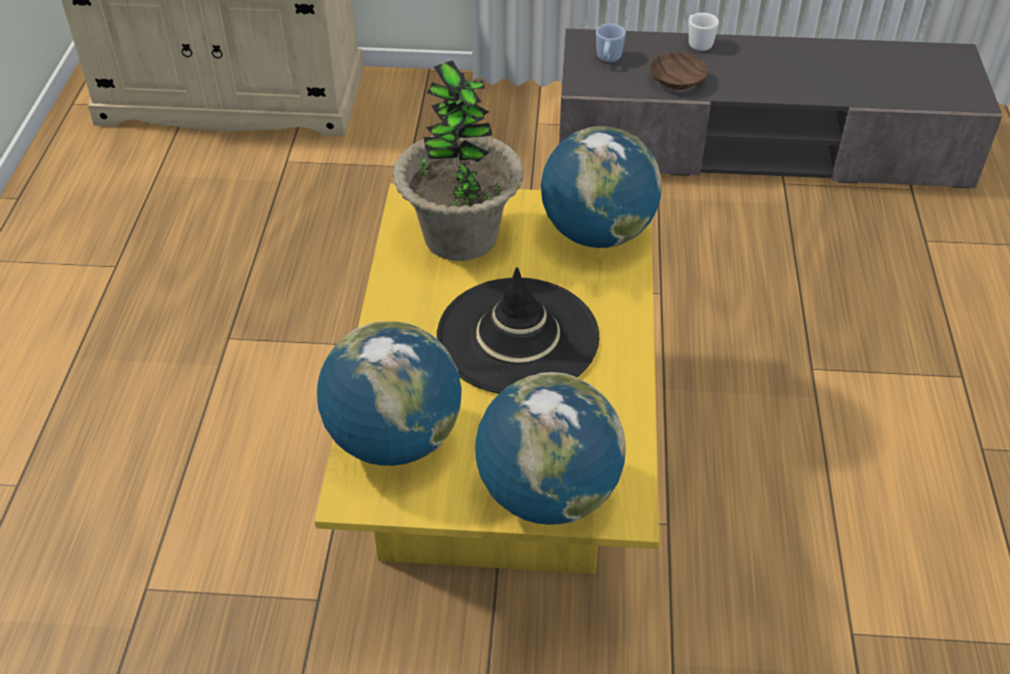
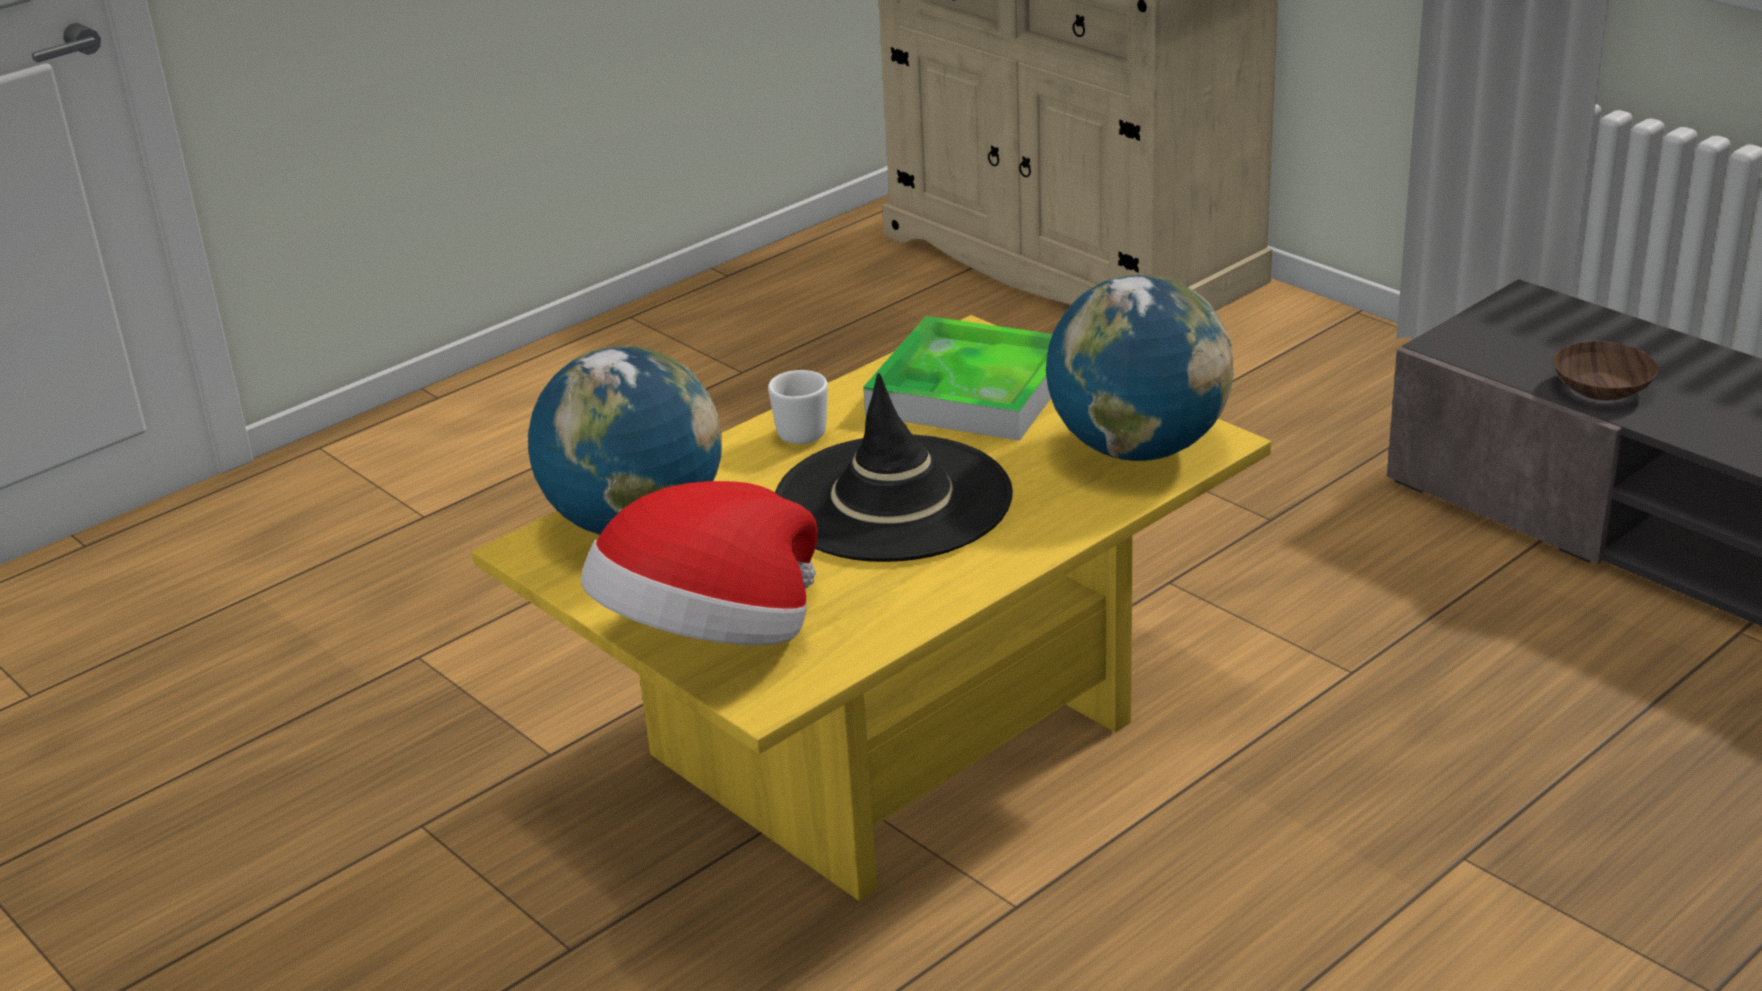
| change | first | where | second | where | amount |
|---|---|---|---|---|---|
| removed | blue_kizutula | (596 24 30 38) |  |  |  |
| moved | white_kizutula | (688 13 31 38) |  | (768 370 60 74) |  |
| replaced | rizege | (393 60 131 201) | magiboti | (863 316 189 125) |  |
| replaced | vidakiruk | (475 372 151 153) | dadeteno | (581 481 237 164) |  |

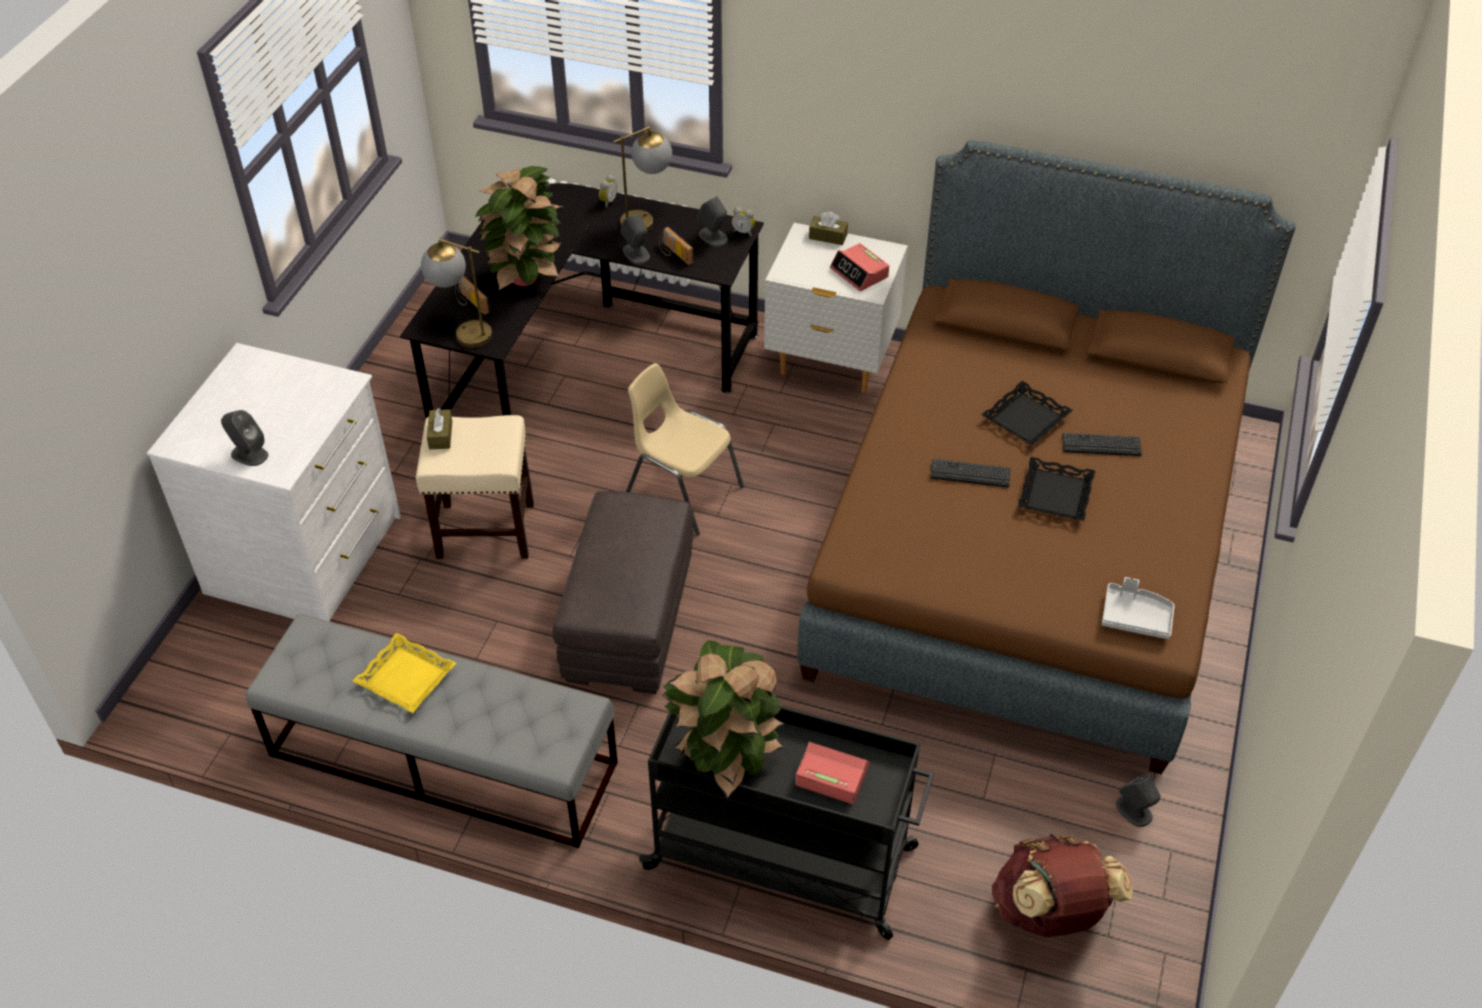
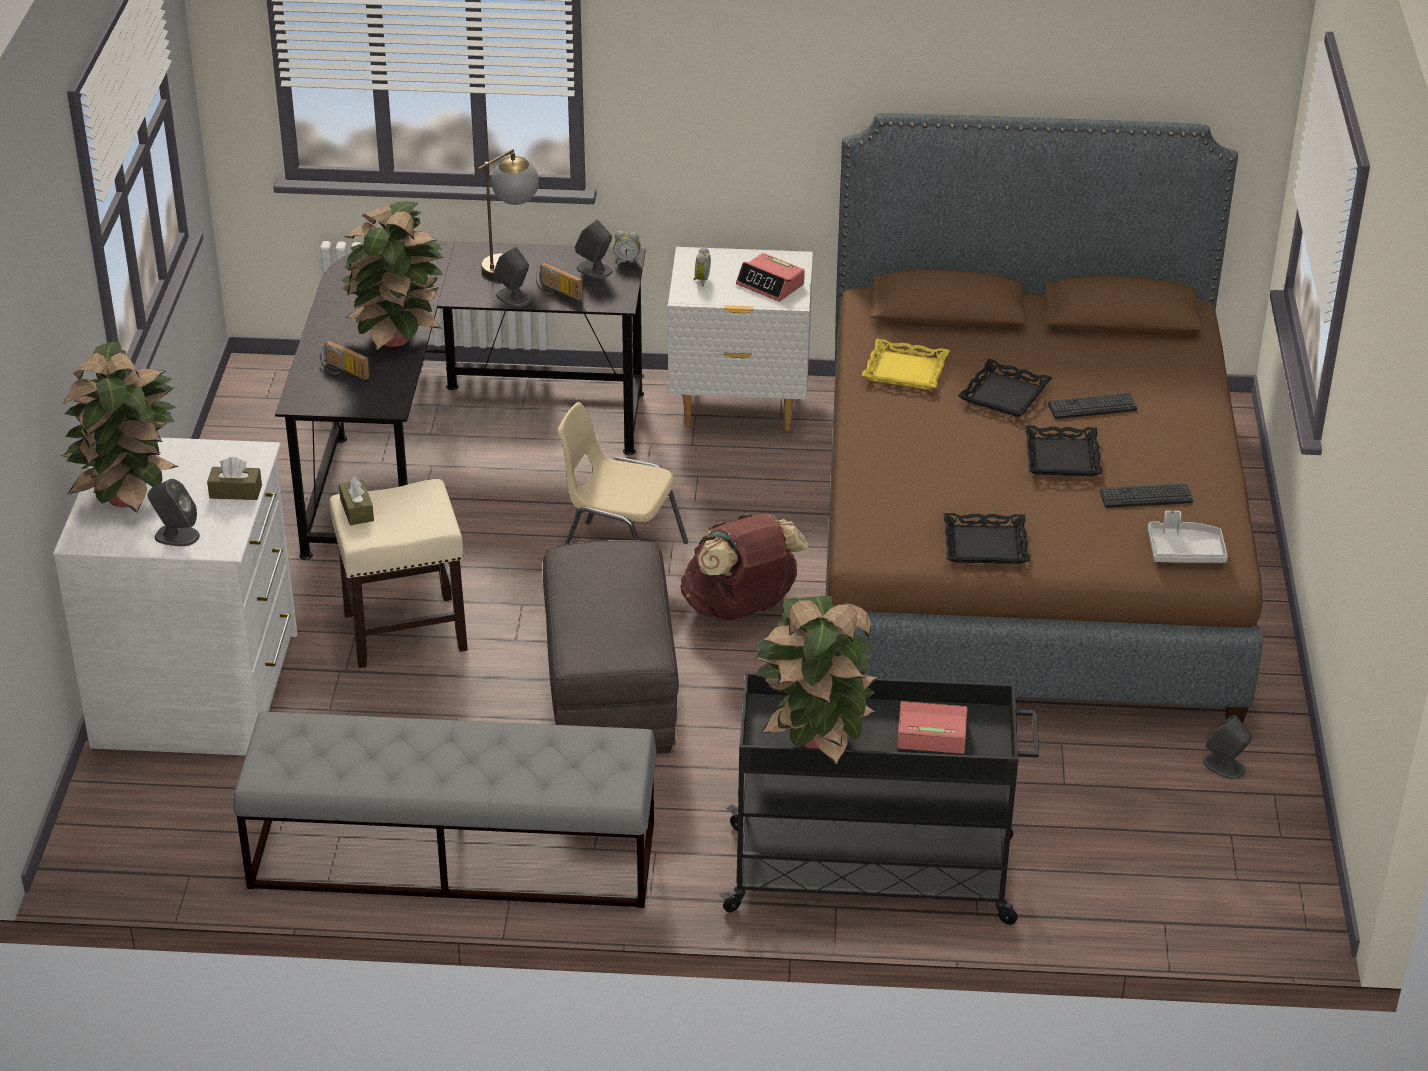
| change | first | where | second | where | amount |
|---|---|---|---|---|---|
| removed | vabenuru | (421 238 71 110) |  |  |  |
| added |  |  | rizege | (61 341 117 172) |  |
| added |  |  | black_magiboti | (943 513 87 51) |  |
| moved | yellow_magiboti | (352 633 104 80) |  | (861 339 89 51) |  |
| moved | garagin | (599 174 18 34) |  | (693 247 18 39) |  |
| moved | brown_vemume | (809 211 39 34) |  | (207 457 55 43) |  |
| moved | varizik | (930 459 81 28) |  | (1100 483 93 25) |  |
| moved | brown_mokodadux | (992 834 141 103) |  | (680 514 129 107) |  |

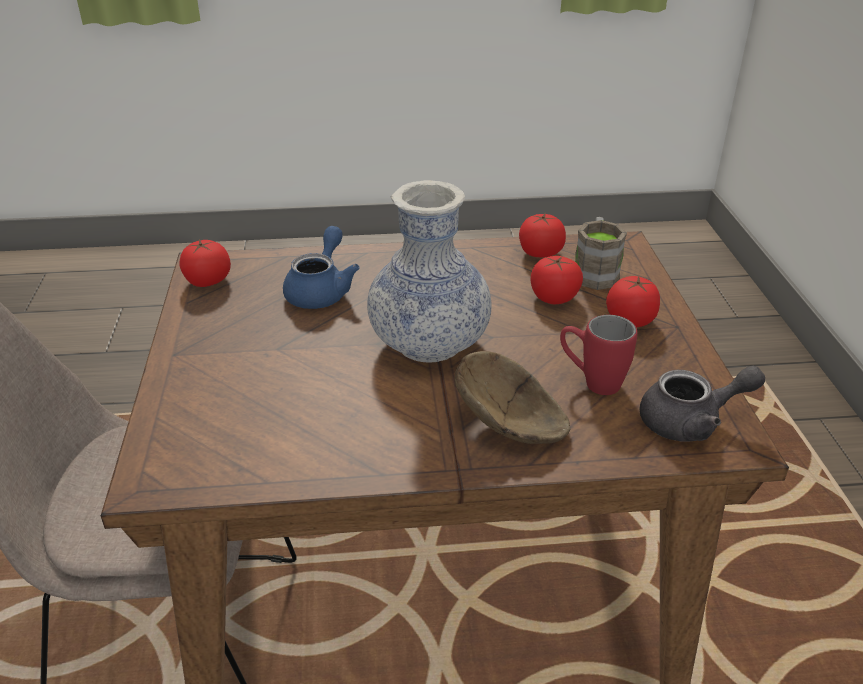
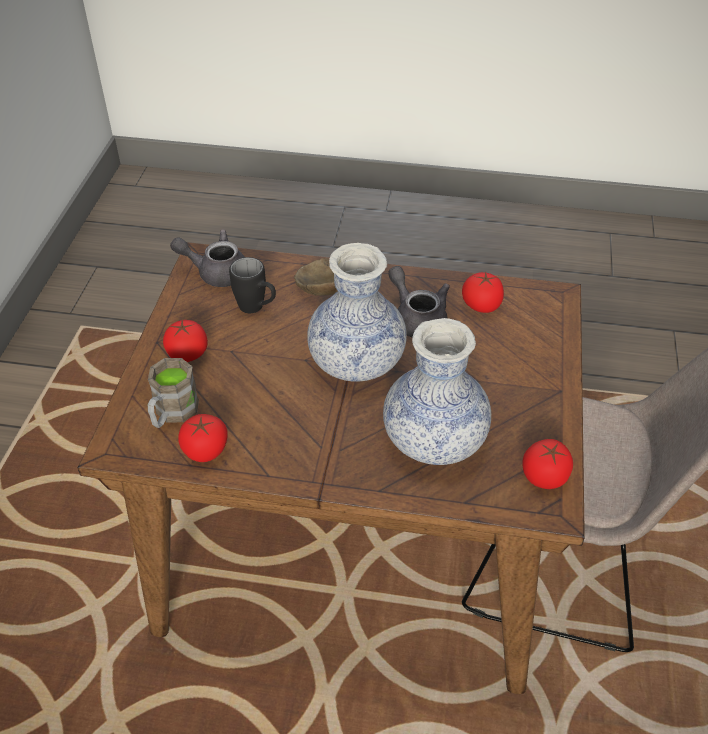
| change | first | where | second | where | amount |
|---|---|---|---|---|---|
| added |  |  | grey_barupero | (388 266 62 71) |  |
| moved | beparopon | (531 256 52 48) |  | (462 271 42 42) |  |
| replaced | blue_barupero | (283 226 77 83) | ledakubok | (383 318 108 147) |  |
| recoloured | red_kizutula | (560 315 77 80) | black_kizutula | (229 257 47 56) |  |

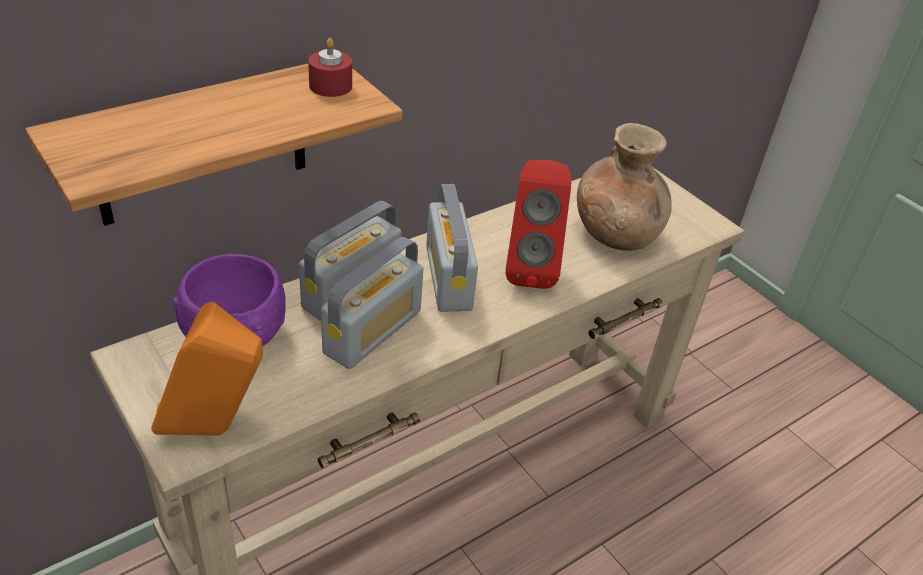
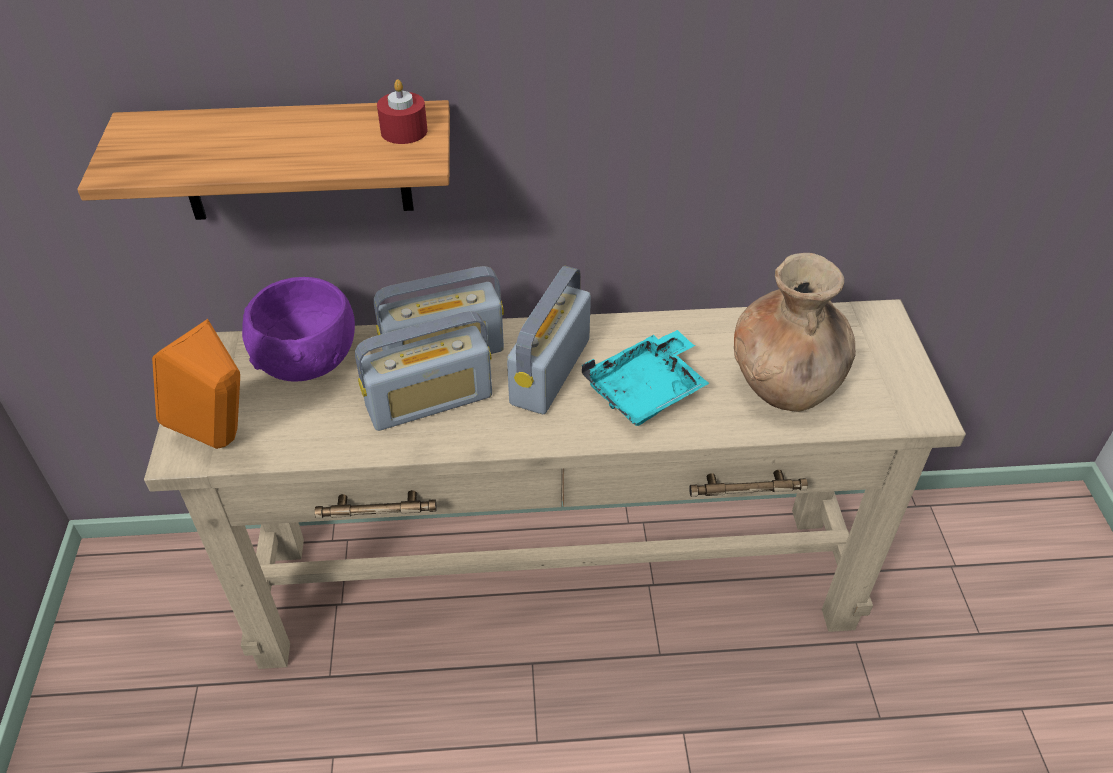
| change | first | where | second | where | amount |
|---|---|---|---|---|---|
| replaced | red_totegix | (505 160 66 129) | turquoise_magiboti | (582 330 127 96) |  |

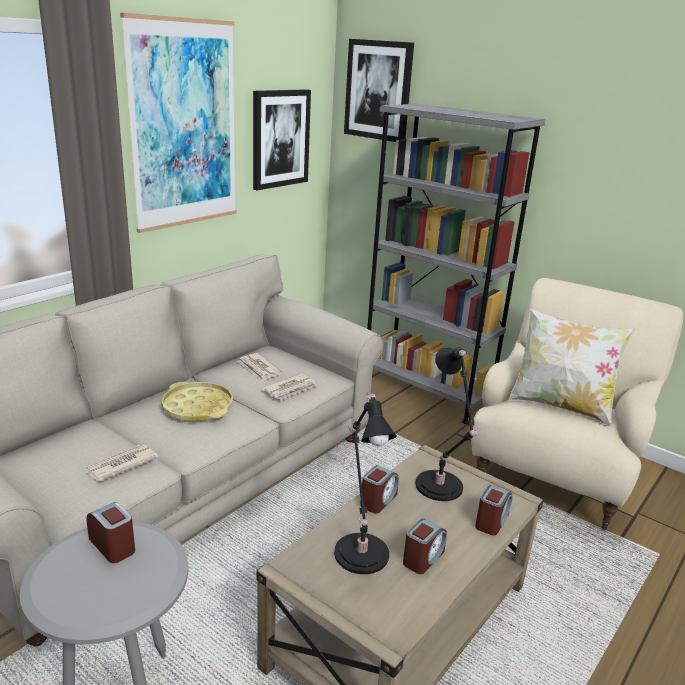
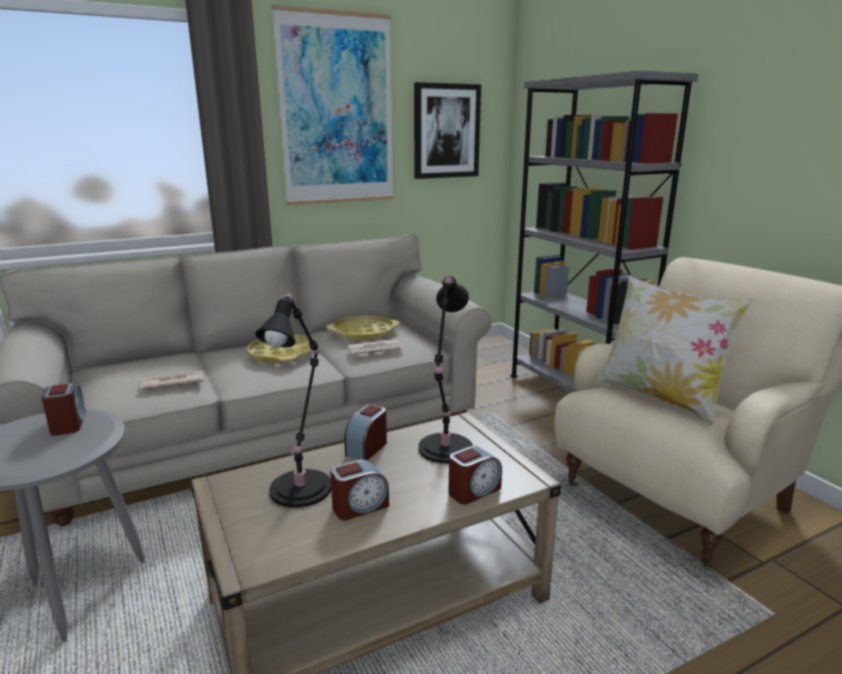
| change | first | where | second | where | amount |
|---|---|---|---|---|---|
| removed | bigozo | (344 39 70 103) |  |  |  |
| replaced | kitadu | (237 353 45 29) | yellow_magiboti | (326 315 74 26) |  |
| turned | garagin | (360 465 39 48) |  | (344 405 43 56) | 150 degrees clockwise |

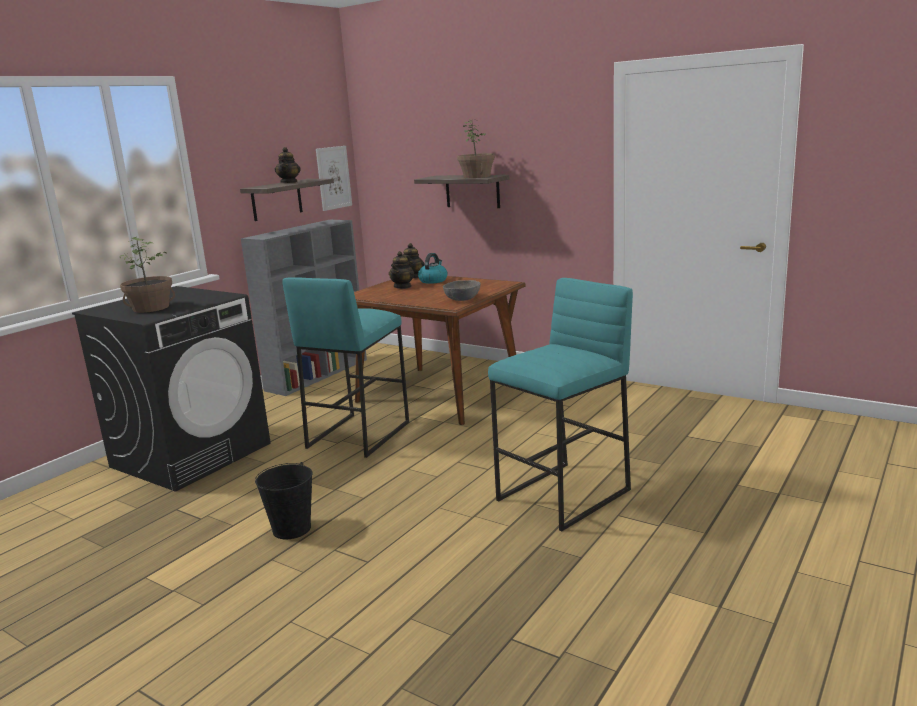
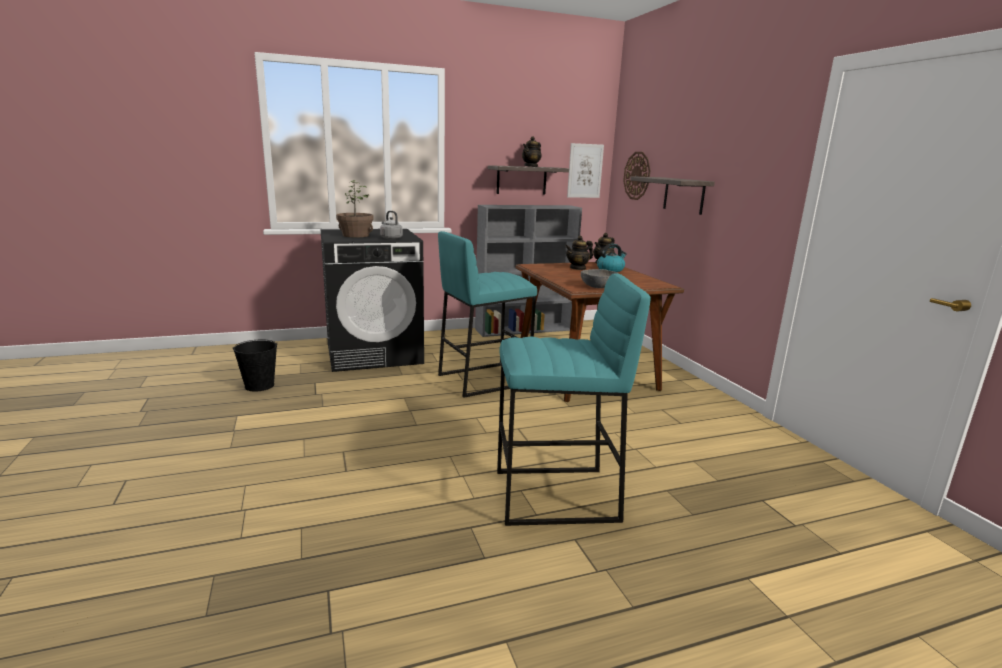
| change | first | where | second | where | amount |
|---|---|---|---|---|---|
| removed | rizege | (457 119 38 59) |  |  |  |
| added |  |  | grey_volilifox | (380 211 23 29) |  |
| added |  |  | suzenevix | (623 152 28 48) |  |
| moved | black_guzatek | (255 462 57 77) |  | (233 340 44 52) |  |

